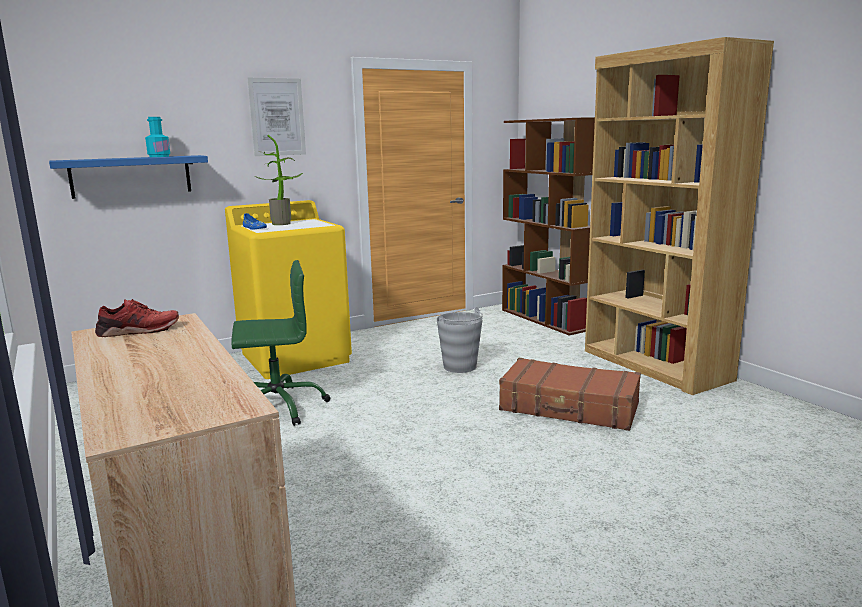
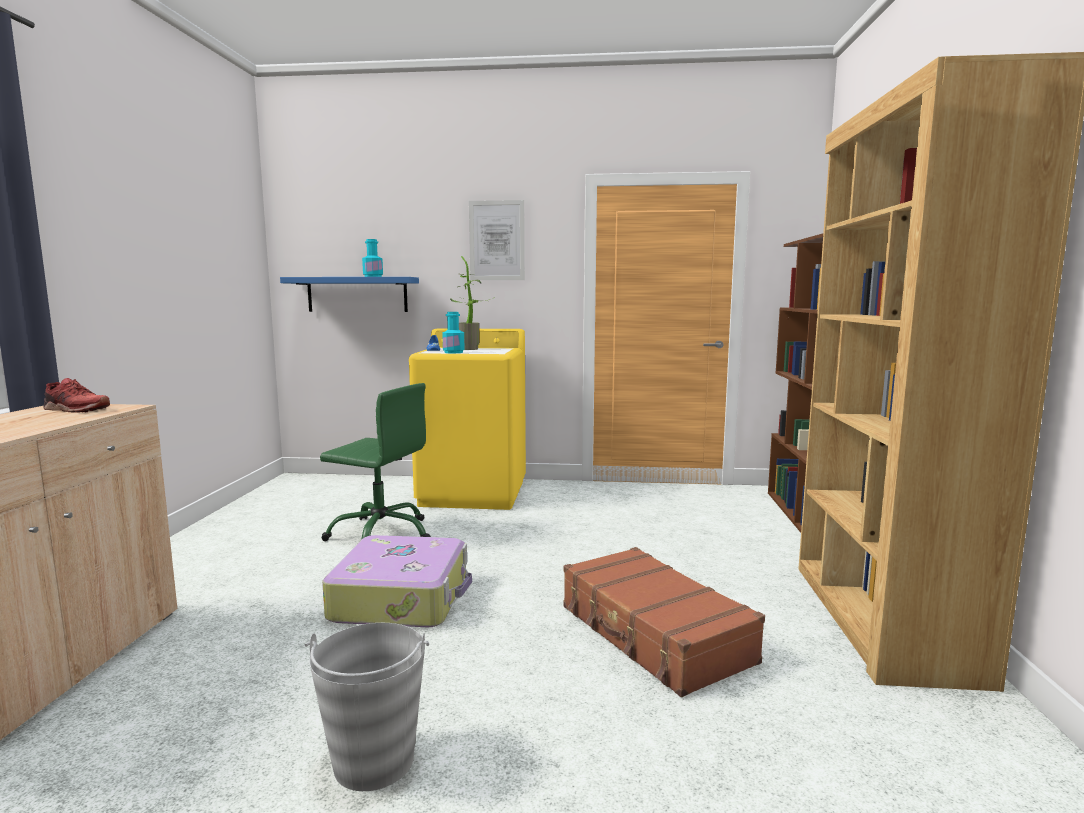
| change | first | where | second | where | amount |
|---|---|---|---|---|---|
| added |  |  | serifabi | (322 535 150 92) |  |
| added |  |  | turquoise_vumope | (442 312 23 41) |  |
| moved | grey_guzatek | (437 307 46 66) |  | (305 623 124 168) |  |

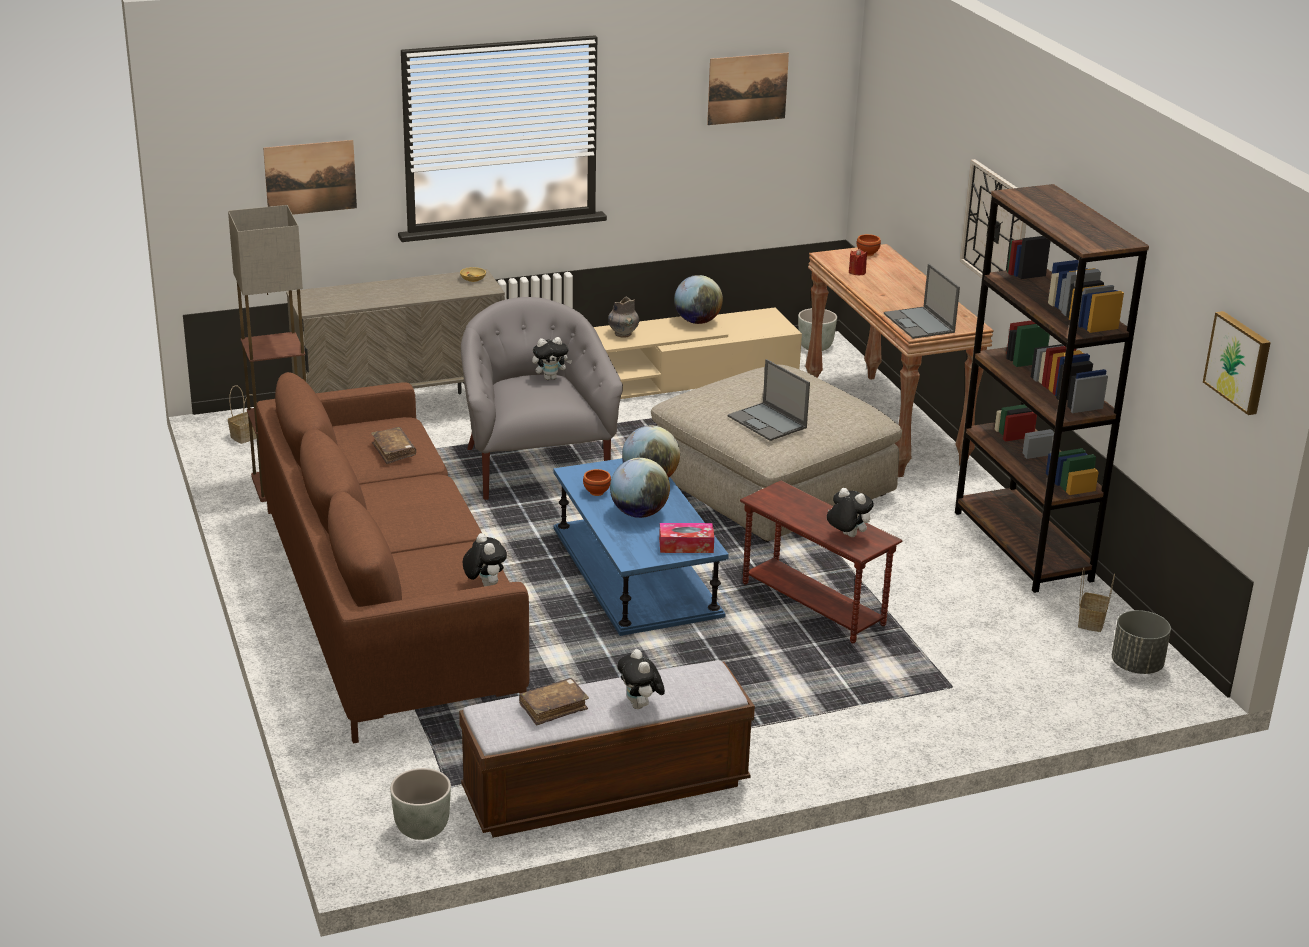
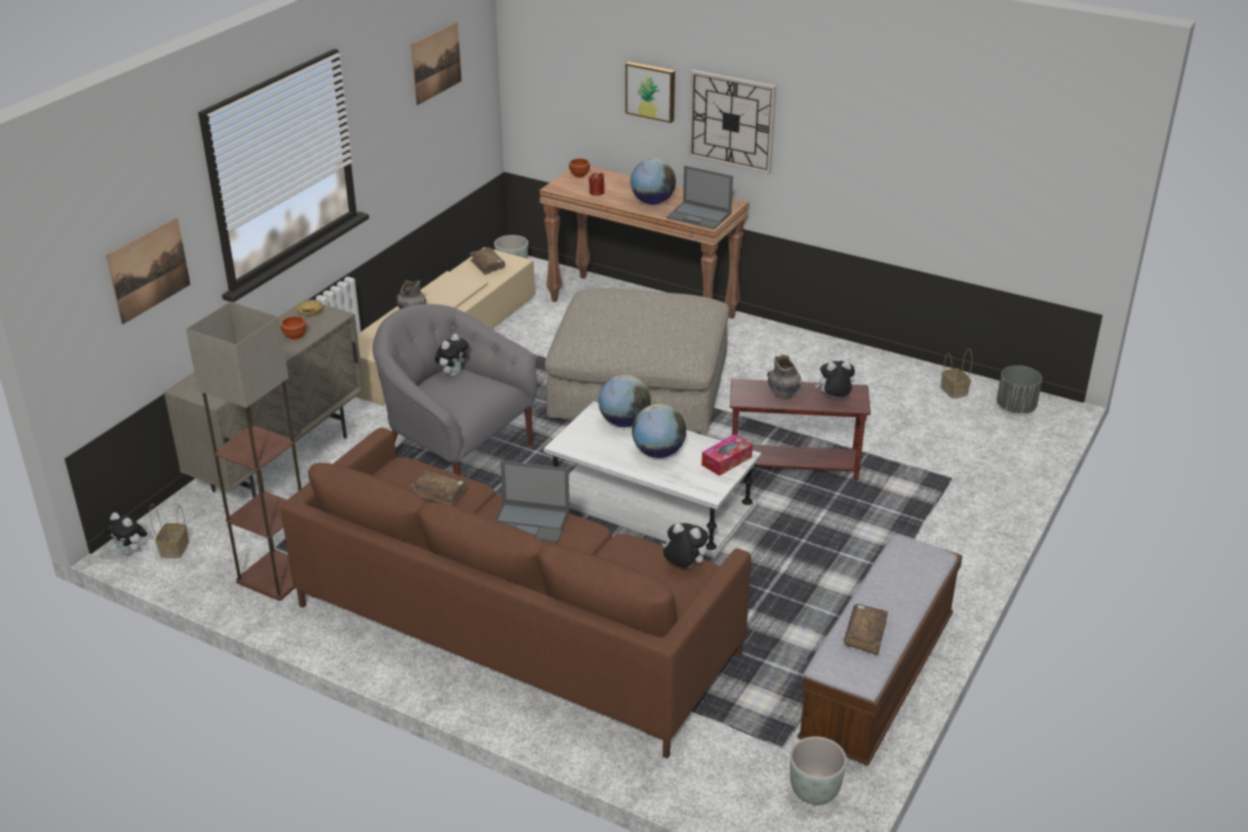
| change | first | where | second | where | amount |
|---|---|---|---|---|---|
| removed | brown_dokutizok | (955 184 194 409) |  |  |  |
| added |  |  | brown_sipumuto | (470 248 35 27) |  |
| added |  |  | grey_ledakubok | (767 354 37 45) |  |
| moved | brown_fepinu | (583 469 28 27) |  | (281 316 26 24) |  |
| moved | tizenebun | (617 649 48 60) |  | (102 512 45 43) |  |
| moved | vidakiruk | (674 275 49 49) |  | (631 159 45 45) |  |
| moved | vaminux | (728 359 82 82) |  | (495 461 75 82) |  |
| moved | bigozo | (1203 311 68 104) |  | (625 62 50 61) |  |
| recoloured | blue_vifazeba | (553 458 176 178) | white_vifazeba | (544 401 217 157) |  |

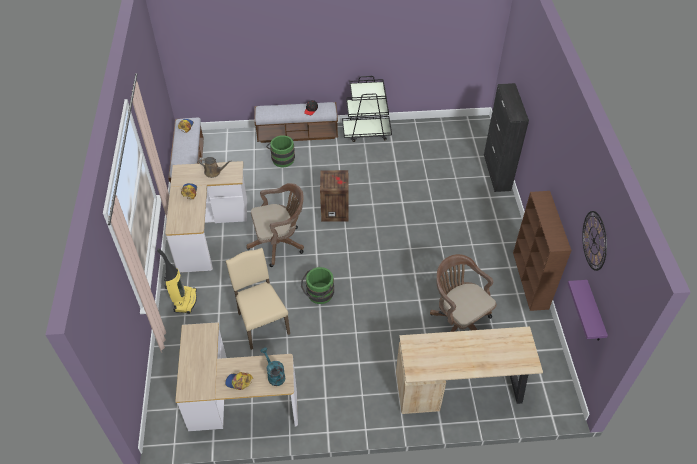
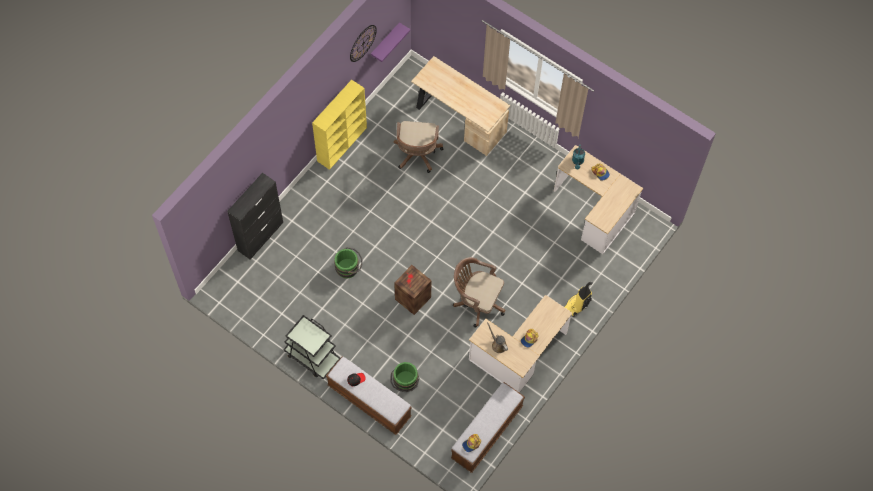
| change | first | where | second | where | amount |
|---|---|---|---|---|---|
| removed | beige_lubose | (226 248 64 102) |  |  |  |
| moved | green_guzatek | (301 267 33 37) |  | (334 247 29 32) |  |
| recoloured | brown_dokutizok | (513 191 59 120) | yellow_dokutizok | (312 80 55 90) |  |

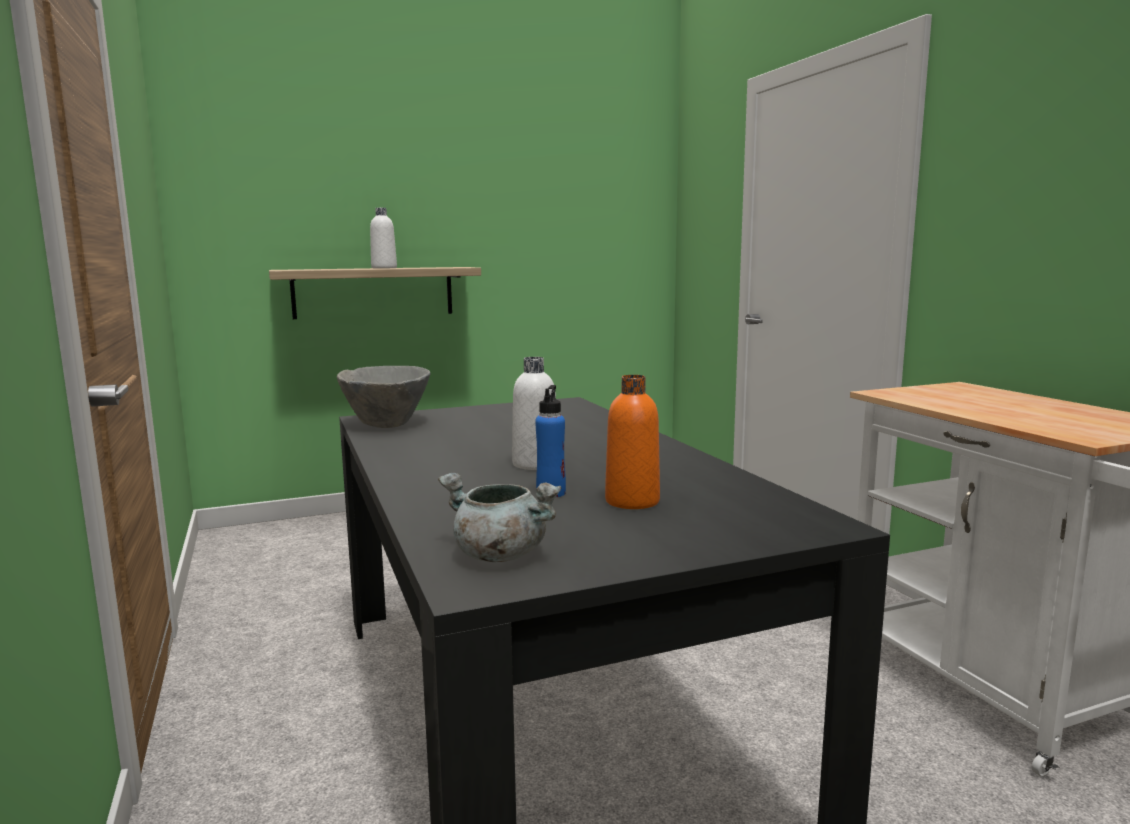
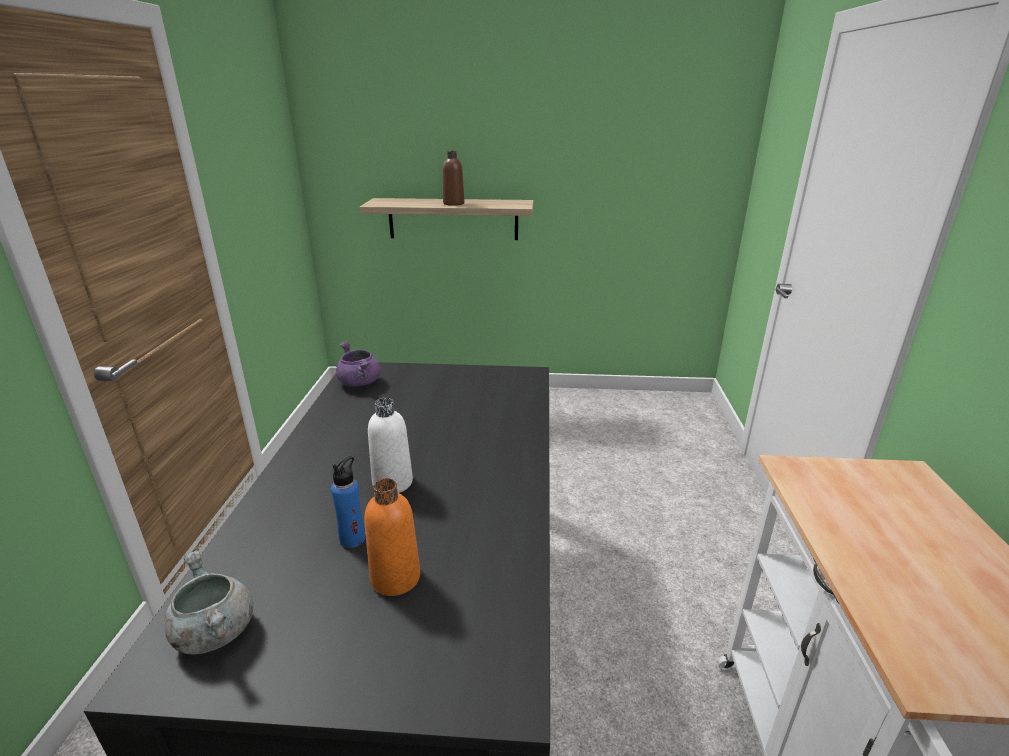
| change | first | where | second | where | amount |
|---|---|---|---|---|---|
| replaced | grey_fepinu | (337 366 94 62) | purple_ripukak | (336 341 45 45) |  |
| recoloured | white_vumope | (370 208 27 61) | brown_vumope | (443 151 21 55) |  |

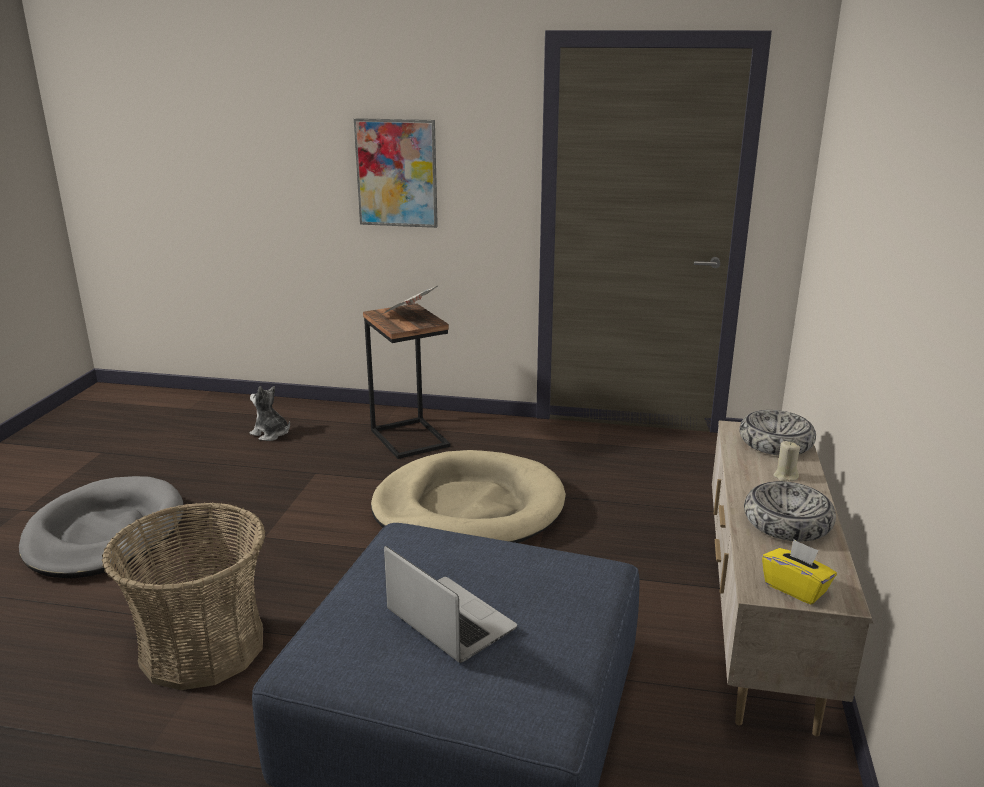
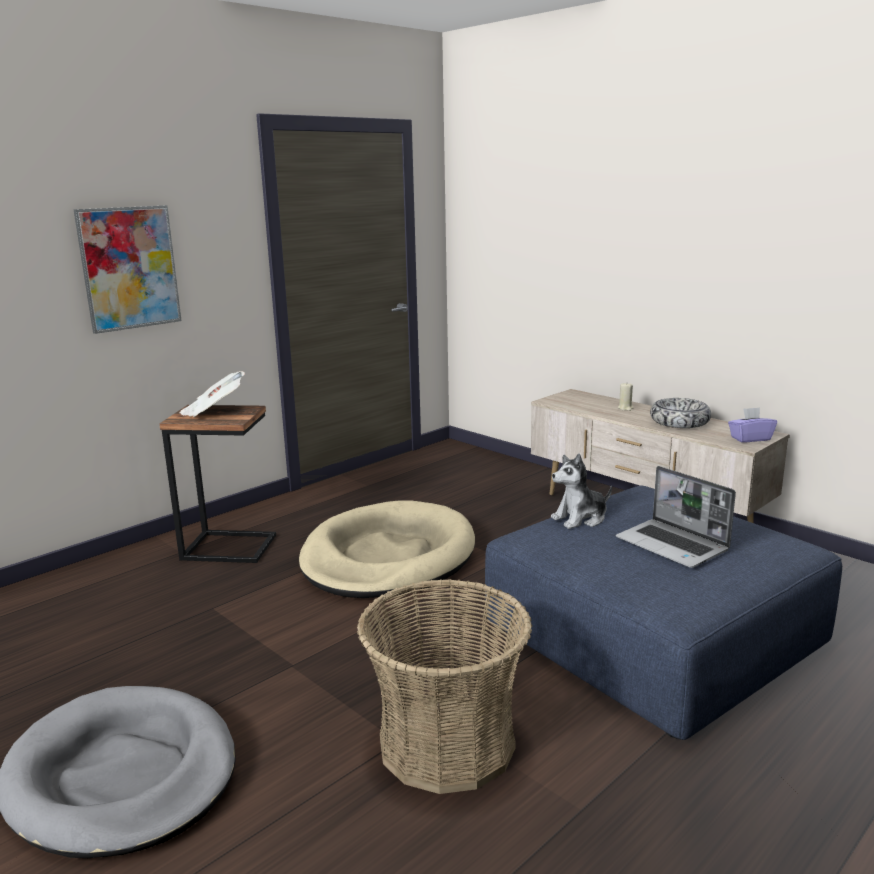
| change | first | where | second | where | amount |
|---|---|---|---|---|---|
| removed | fepinu | (739 410 77 45) |  |  |  |
| moved | tizenebun | (250 386 40 55) |  | (551 453 61 76) |  |
| recoloured | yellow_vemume | (762 539 75 66) | purple_vemume | (728 407 49 35) |  |
| turned | vaminux | (384 546 133 117) |  | (616 466 120 102) | 120 degrees counterclockwise |

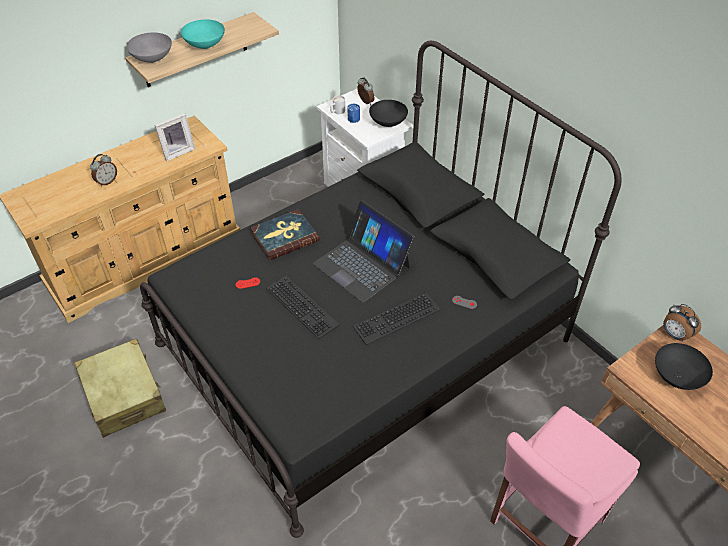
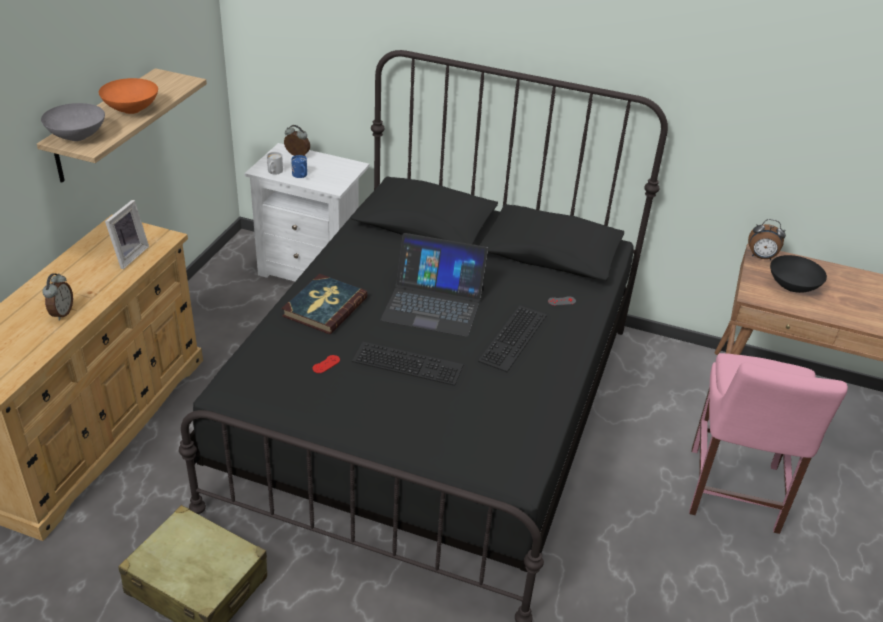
| change | first | where | second | where | amount |
|---|---|---|---|---|---|
| removed | black_fepinu | (369 100 39 27) |  |  |  |
| recoloured | turquoise_fepinu | (181 19 44 30) | orange_fepinu | (99 78 59 36) |  |

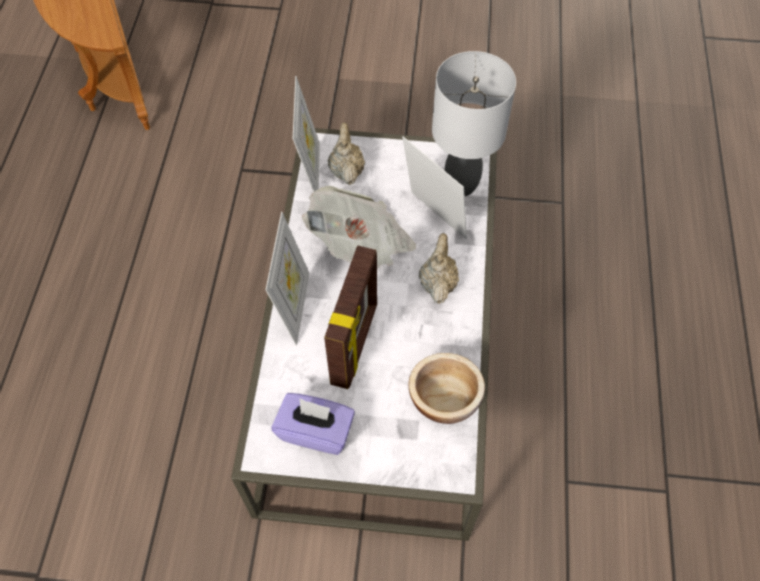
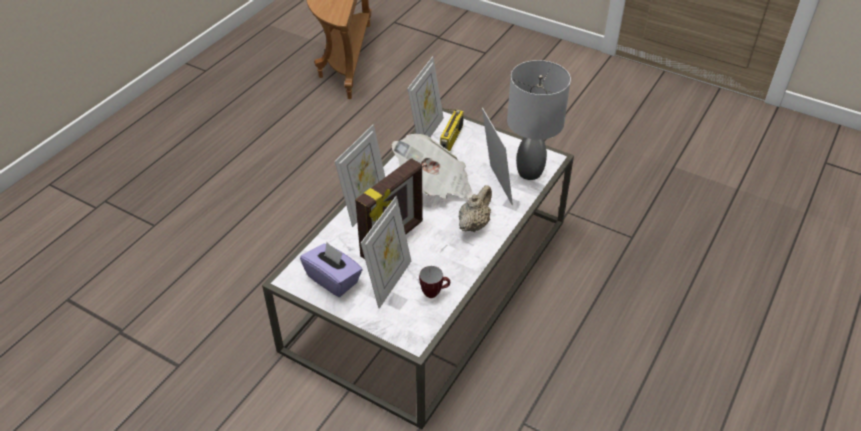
| change | first | where | second | where | amount |
|---|---|---|---|---|---|
| added |  |  | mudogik | (361 196 50 113) |  |
| replaced | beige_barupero | (328 122 37 63) | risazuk | (440 109 24 42) |  |
| replaced | fepinu | (408 353 77 71) | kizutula | (419 266 31 32) |  |

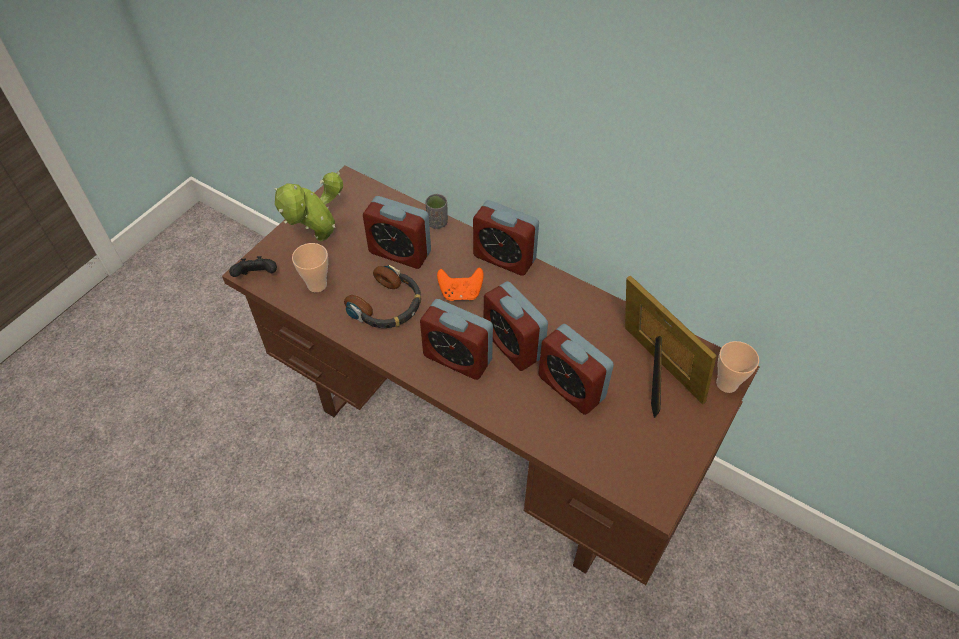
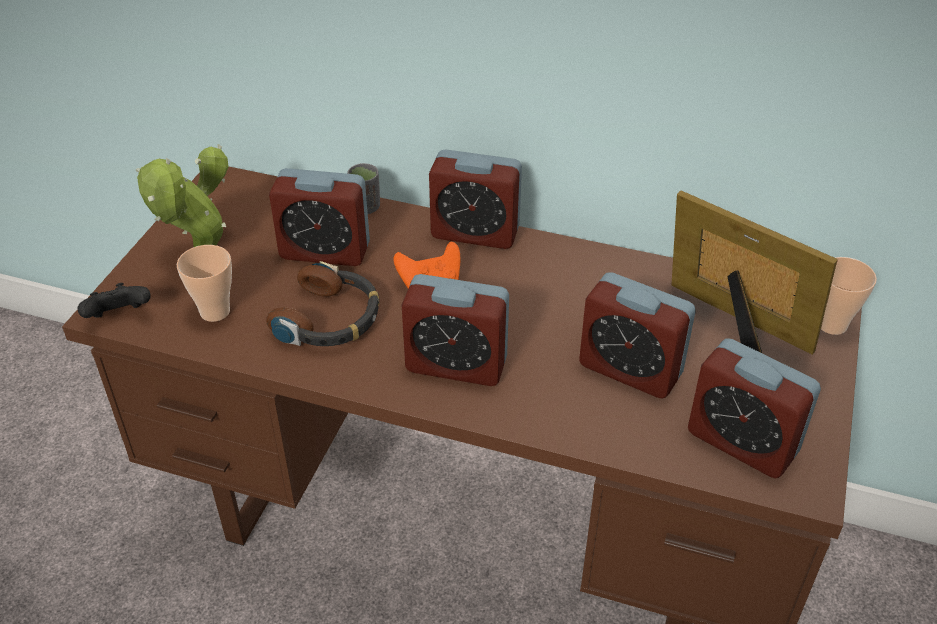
| change | first | where | second | where | amount |
|---|---|---|---|---|---|
| moved | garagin | (484 281 64 90) |  | (688 338 133 140) |  |

